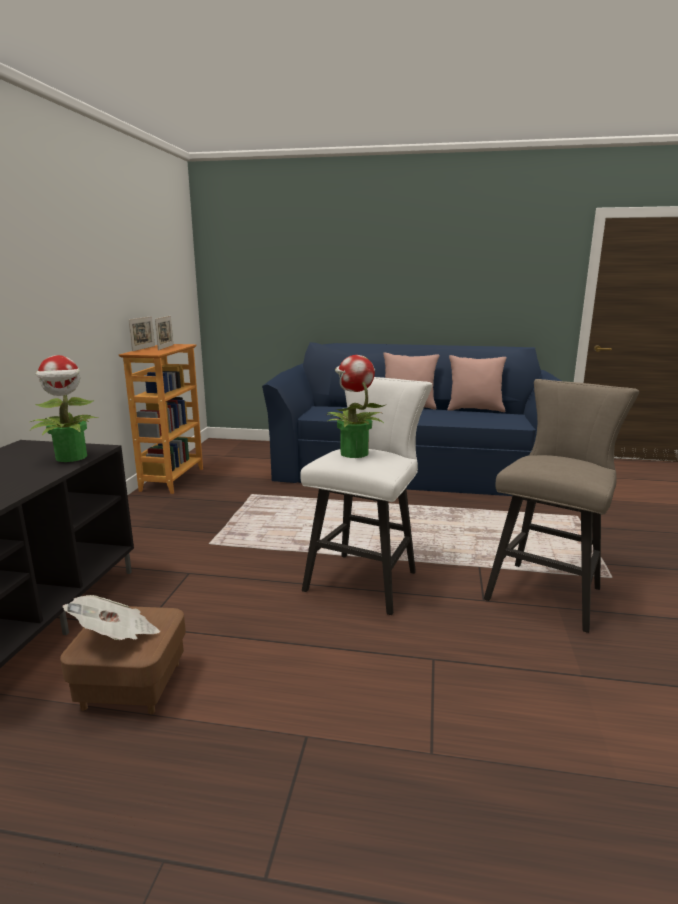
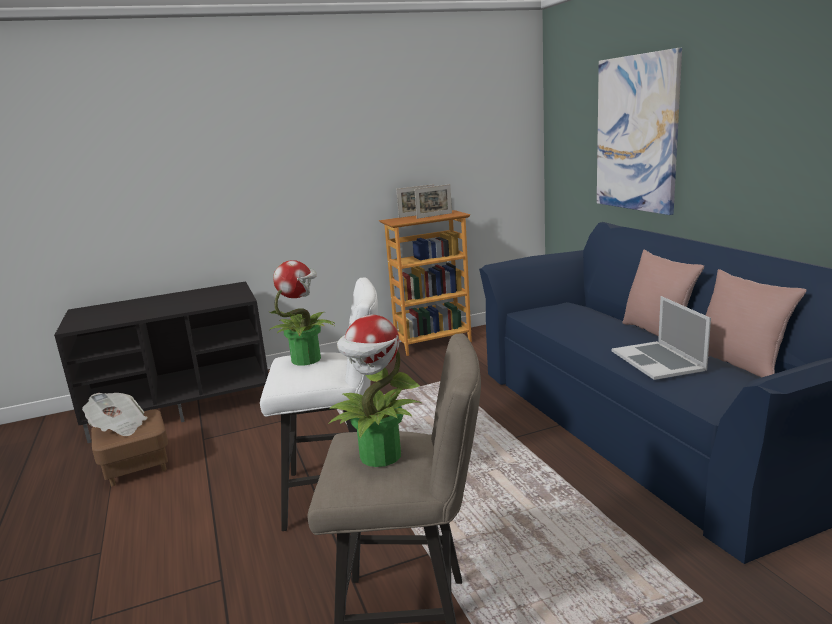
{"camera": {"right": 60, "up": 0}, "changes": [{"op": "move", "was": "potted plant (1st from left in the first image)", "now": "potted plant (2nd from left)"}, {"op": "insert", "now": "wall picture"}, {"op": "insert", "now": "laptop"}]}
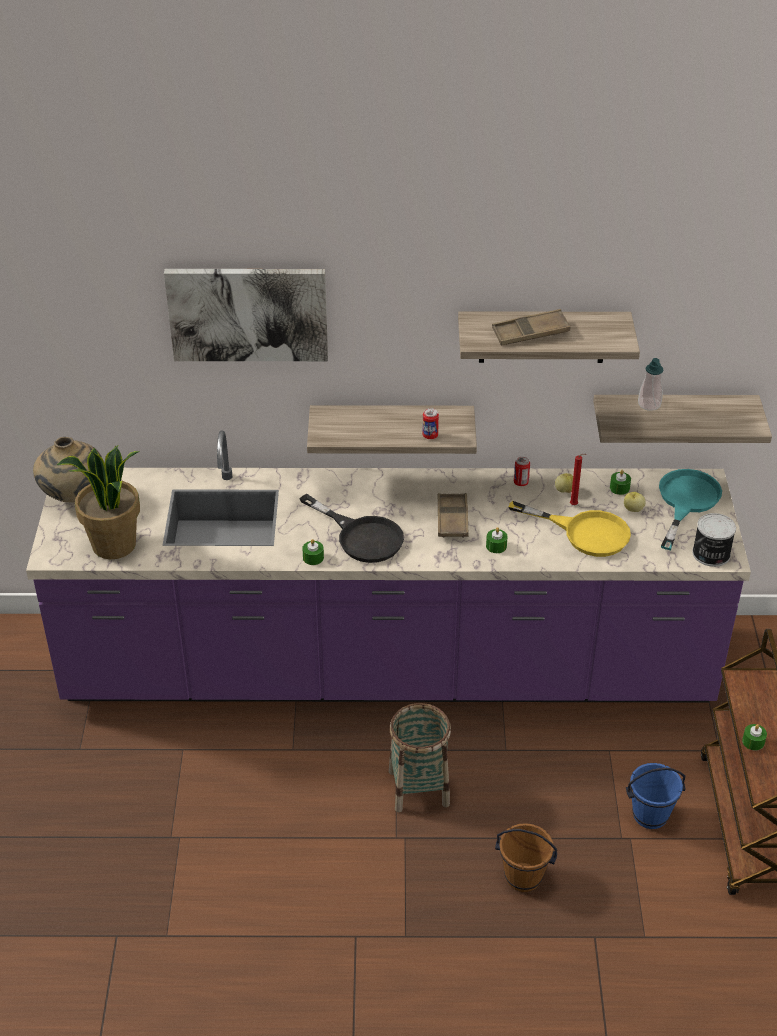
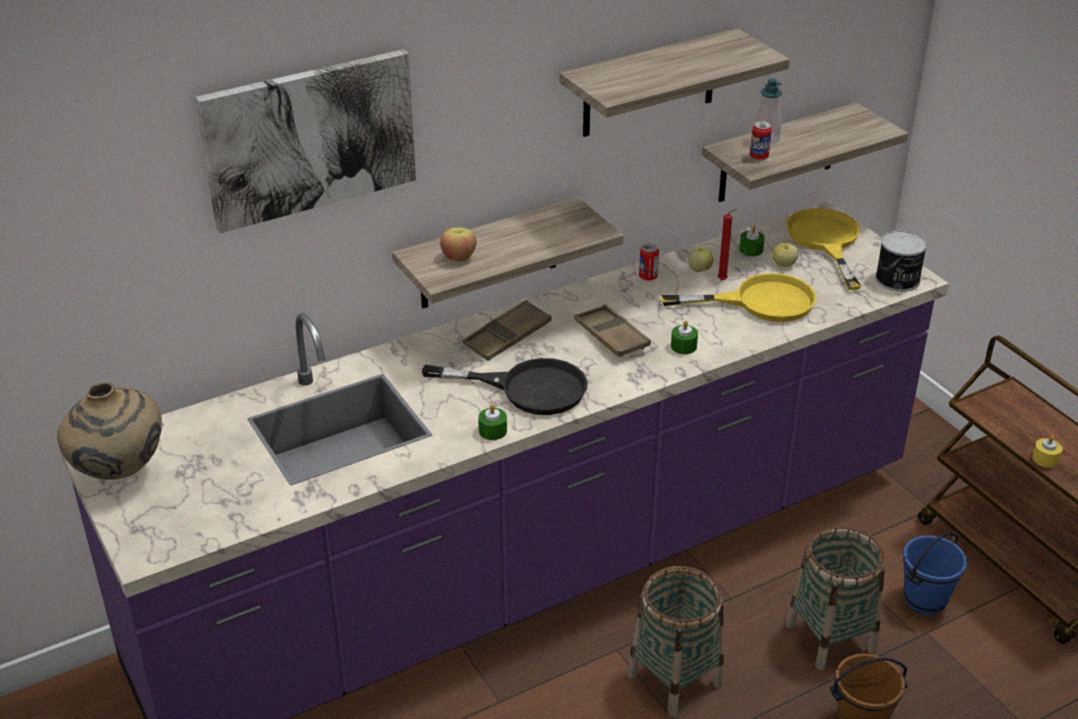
{"camera": {"right": -30, "up": -5}, "changes": [{"op": "delete", "was": "potted plant"}, {"op": "move", "was": "can (1st from left in the first image)", "now": "can (2nd from left)"}, {"op": "move", "was": "brown-coloured serving tray (2nd from left in the first image)", "now": "brown-coloured serving tray (1st from left)"}, {"op": "recolor", "was": "blue-green skillet", "now": "yellowish skillet (2nd from left)"}, {"op": "recolor", "was": "green-coloured wax light (4th from left)", "now": "yellowish wax light"}, {"op": "insert", "now": "apple fruit (1st from left)"}, {"op": "insert", "now": "basket (2nd from left)"}]}
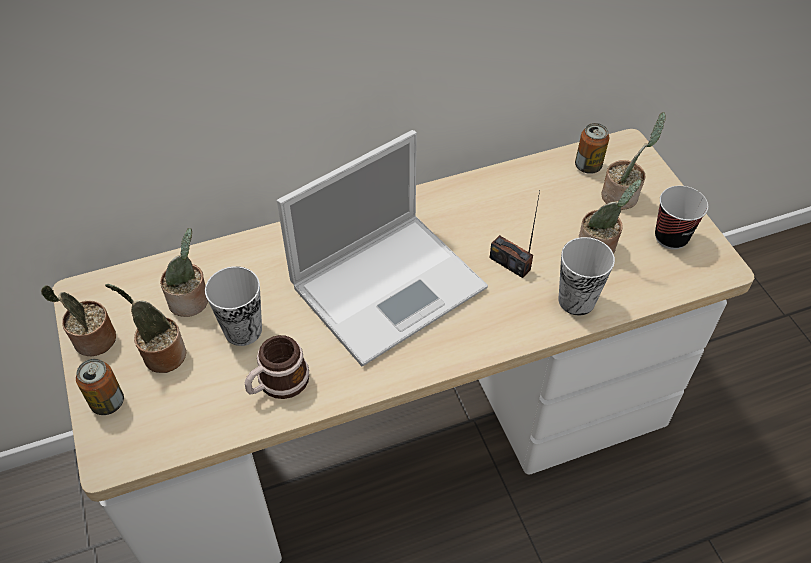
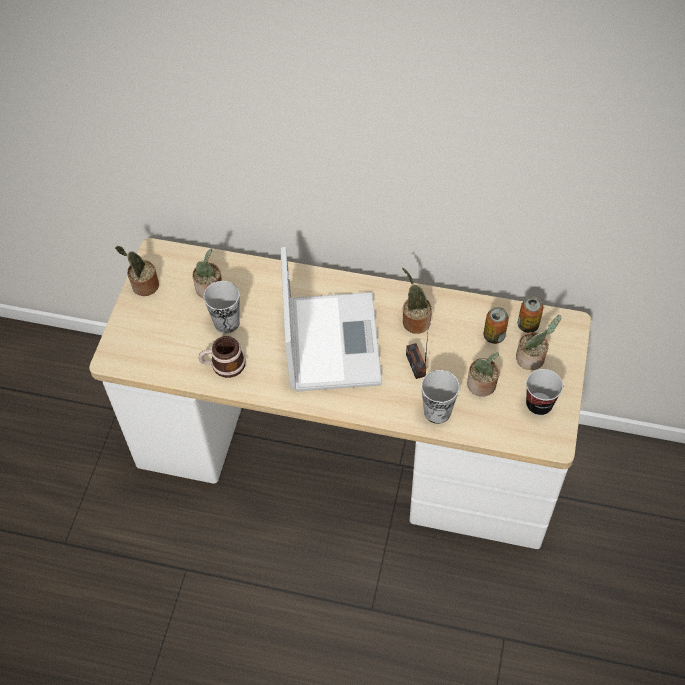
{"camera": {"right": 35, "up": 5}, "changes": [{"op": "move", "was": "can (1st from left)"}, {"op": "move", "was": "potted plant (2nd from left in the first image)", "now": "potted plant (3rd from left)"}, {"op": "rotate", "was": "laptop", "clockwise": -90}]}
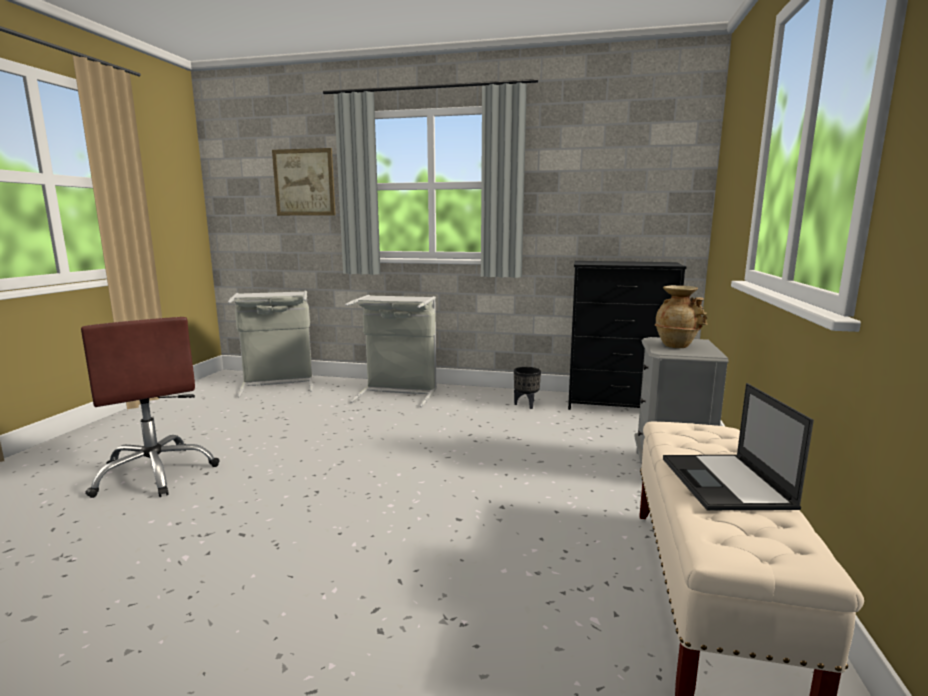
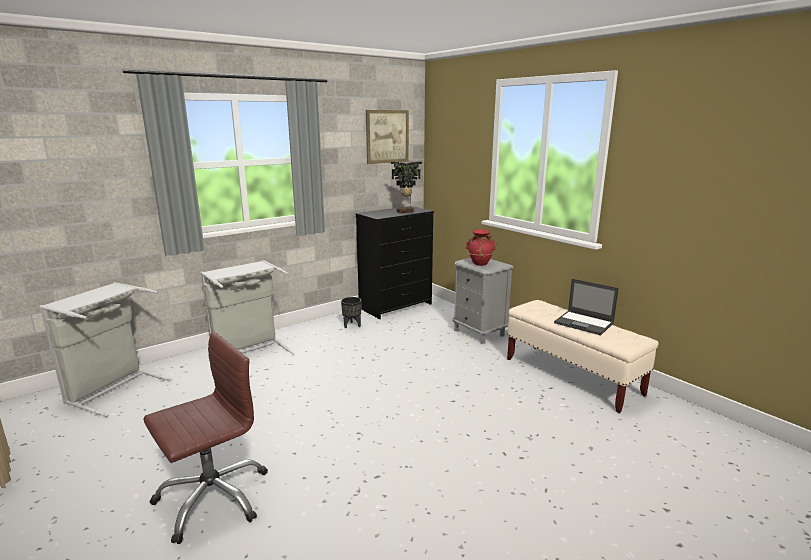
{"camera": {"right": -50, "up": 5}, "changes": [{"op": "rotate", "was": "brown-coloured office chair", "clockwise": -45}, {"op": "move", "was": "wall picture"}, {"op": "recolor", "was": "sand-coloured flower vase", "now": "red-coloured flower vase"}, {"op": "insert", "now": "potted plant"}]}
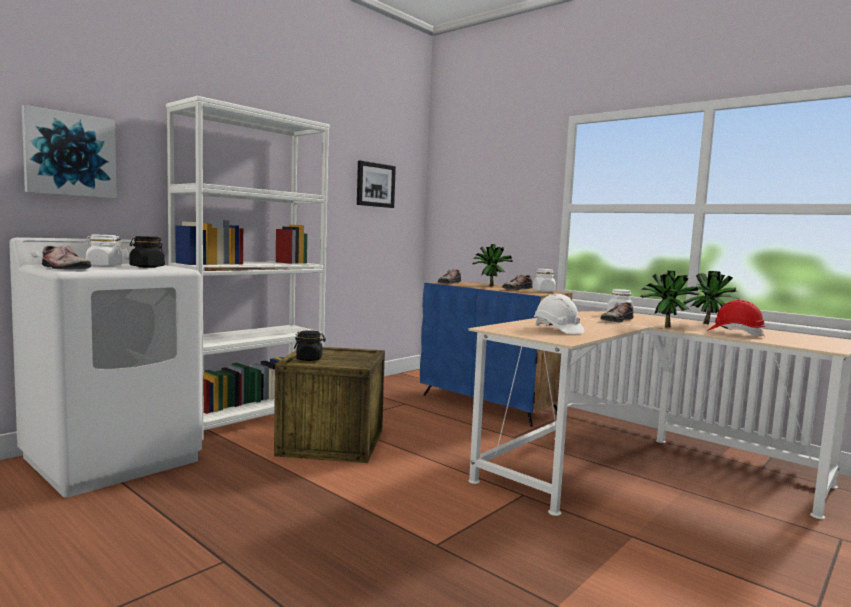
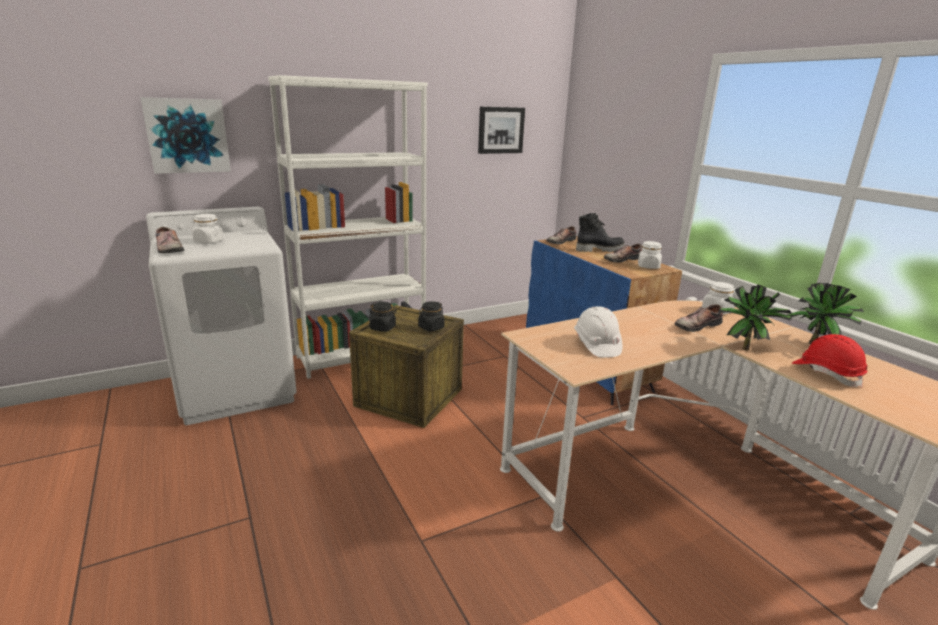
{"camera": {"right": 20, "up": 15}, "changes": [{"op": "move", "was": "blackish preserve jar (1st from left in the first image)", "now": "blackish preserve jar (2nd from left)"}, {"op": "replace", "was": "potted plant (1st from left)", "now": "blackish high-top boot"}]}
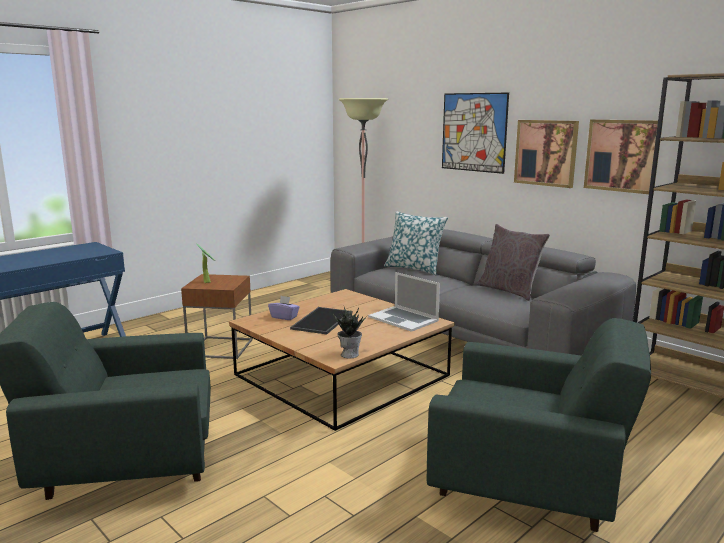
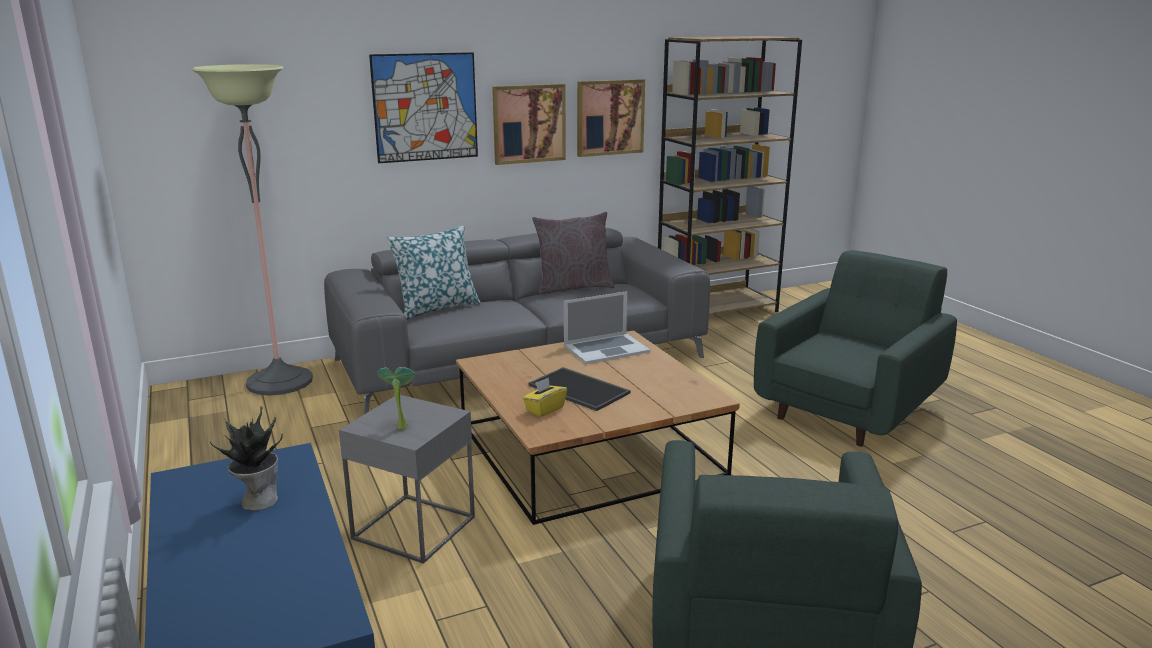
{"camera": {"right": -70, "up": 5}, "changes": [{"op": "recolor", "was": "brown-coloured side table", "now": "grey side table"}, {"op": "recolor", "was": "purple box of tissues", "now": "yellowish box of tissues"}, {"op": "move", "was": "potted plant (2nd from left in the first image)", "now": "potted plant (1st from left)"}]}
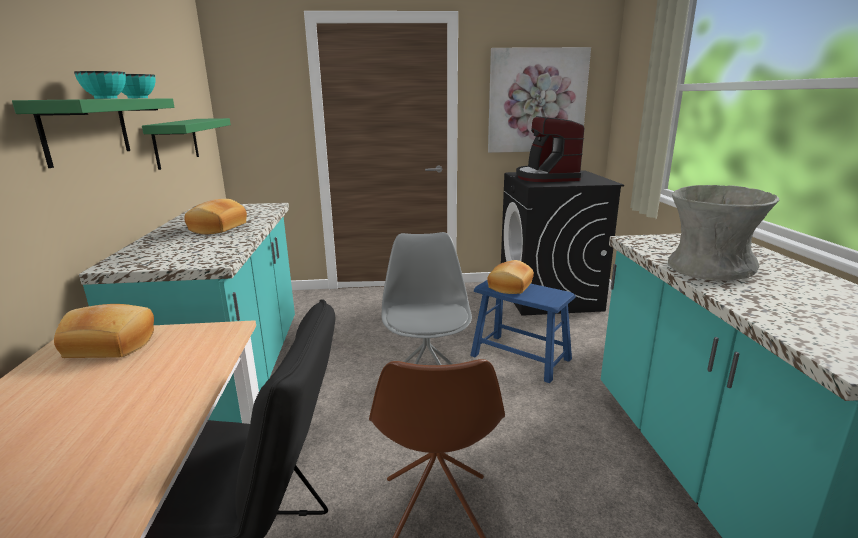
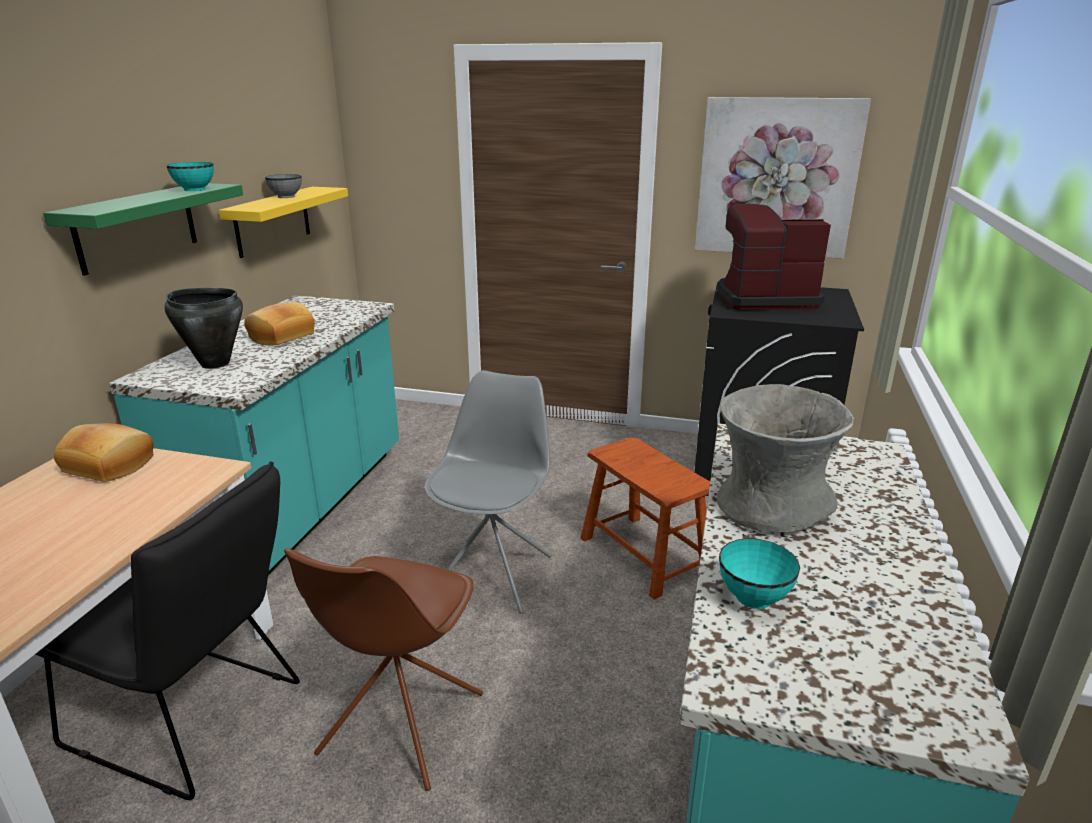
{"camera": {"right": 20, "up": 5}, "changes": [{"op": "move", "was": "blue-green deep dish (1st from left in the first image)", "now": "blue-green deep dish (2nd from left)"}, {"op": "recolor", "was": "green-coloured shelf (2nd from left)", "now": "yellowish shelf"}, {"op": "recolor", "was": "bluish stool seat", "now": "brown-coloured stool seat"}, {"op": "delete", "was": "baked bread (3rd from left)"}, {"op": "rotate", "was": "coffee machine", "clockwise": 75}, {"op": "insert", "now": "blackish stockpot"}, {"op": "insert", "now": "grey deep dish"}]}
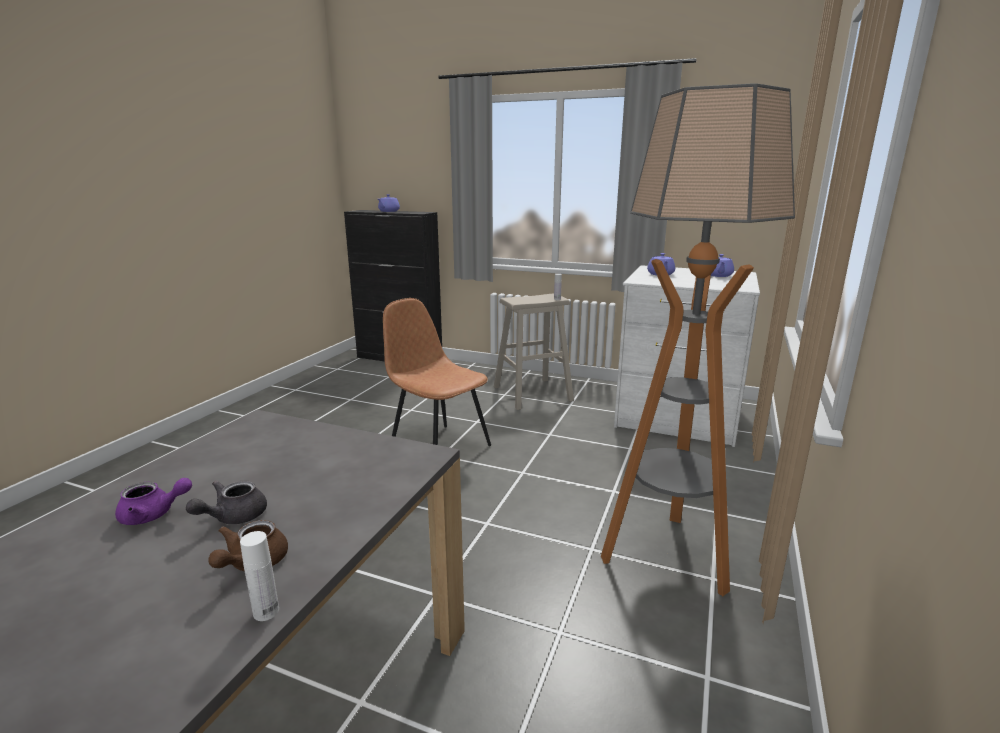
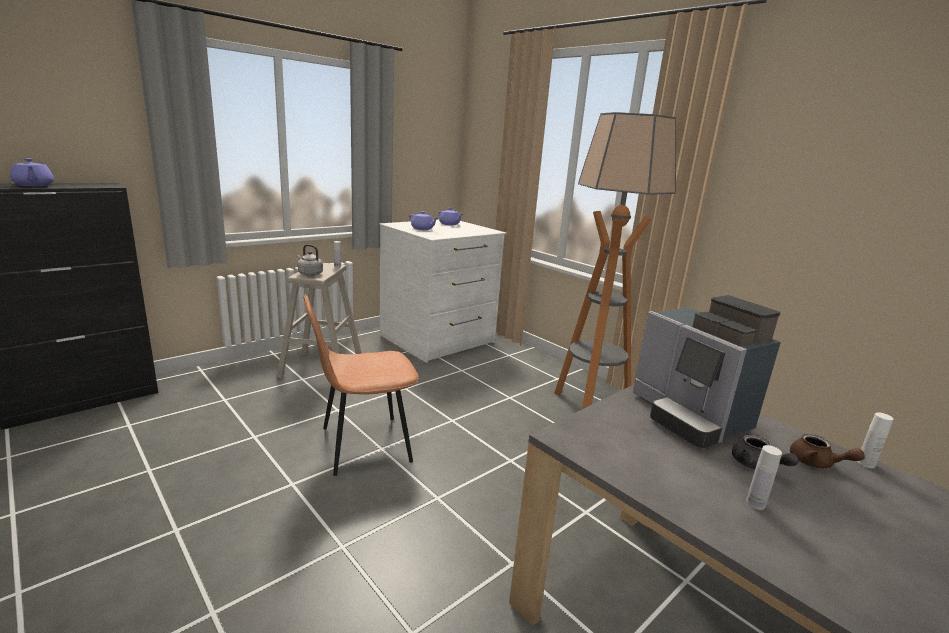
{"camera": {"right": -65, "up": 0}, "changes": [{"op": "replace", "was": "purple teapot (1st from left)", "now": "whitish bottle (2nd from left)"}, {"op": "insert", "now": "grey kettle"}, {"op": "insert", "now": "coffee machine"}]}
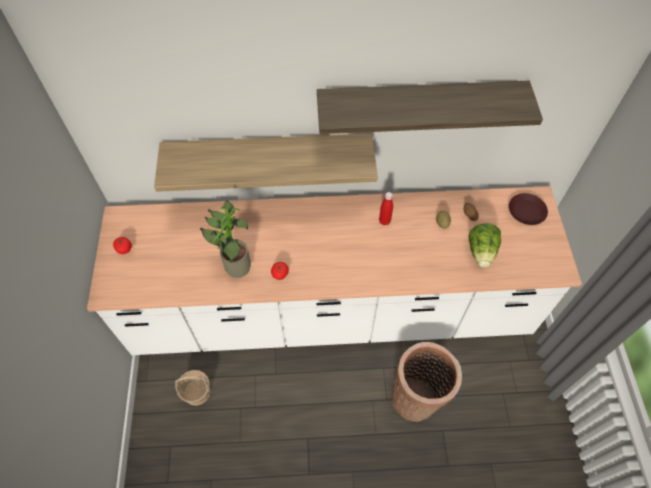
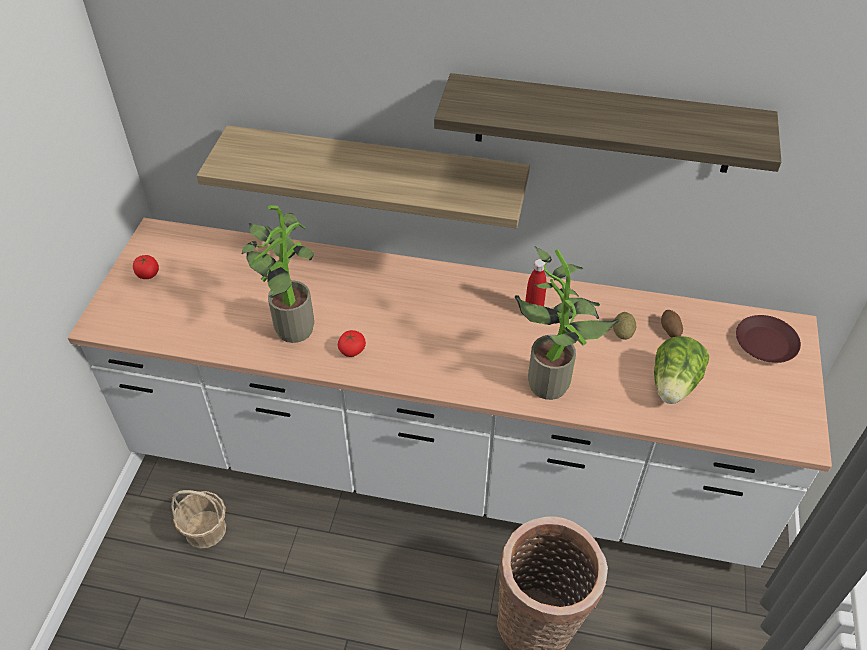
{"camera": {"right": 15, "up": -10}, "changes": [{"op": "insert", "now": "potted plant (2nd from left)"}]}
